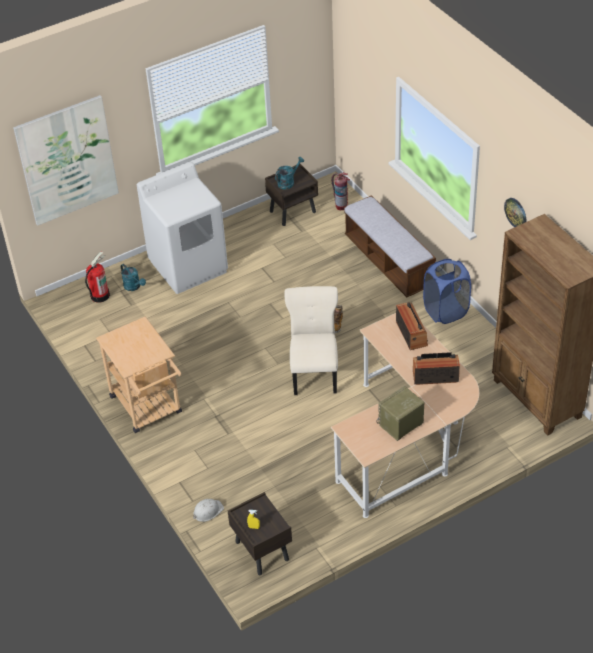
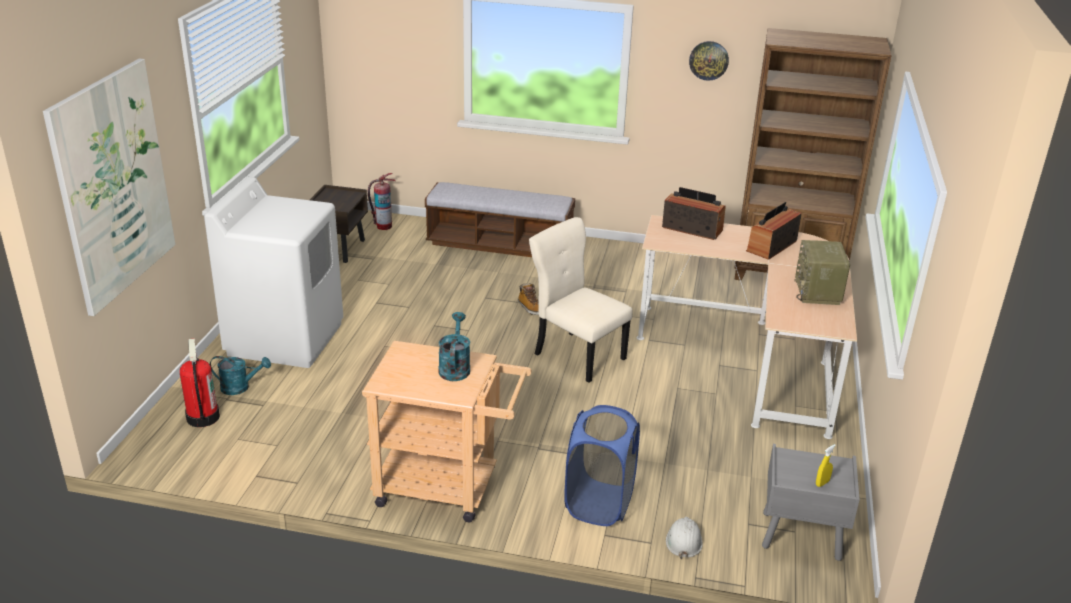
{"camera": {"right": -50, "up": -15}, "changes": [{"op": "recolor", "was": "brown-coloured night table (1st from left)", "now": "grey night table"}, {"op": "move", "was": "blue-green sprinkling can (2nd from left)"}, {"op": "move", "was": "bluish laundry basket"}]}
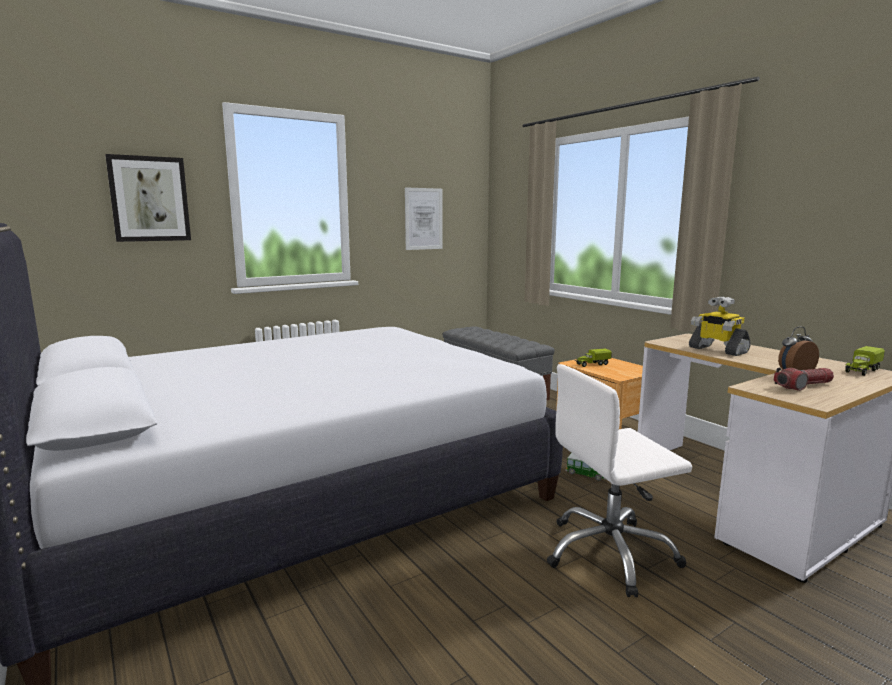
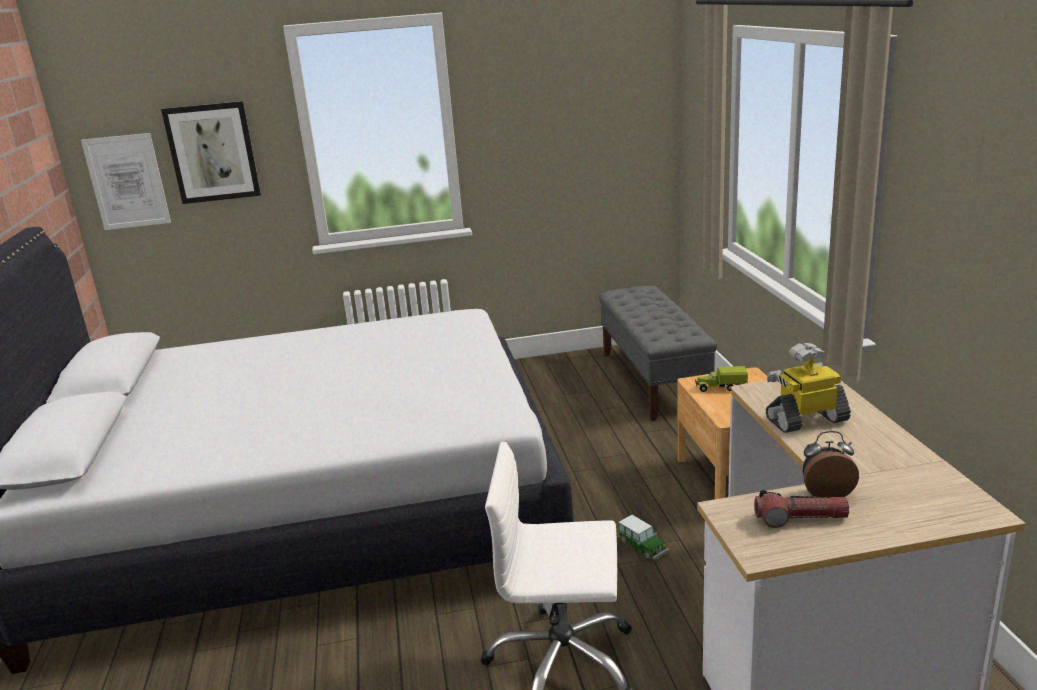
{"camera": {"right": 25, "up": 10}, "changes": [{"op": "move", "was": "wall picture (2nd from left in the first image)", "now": "wall picture (1st from left)"}, {"op": "rotate", "was": "toy robot", "clockwise": 90}, {"op": "delete", "was": "toy truck (2nd from left)"}]}
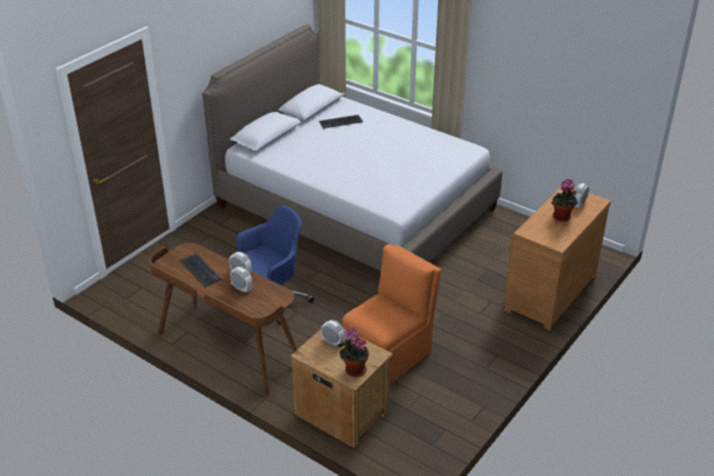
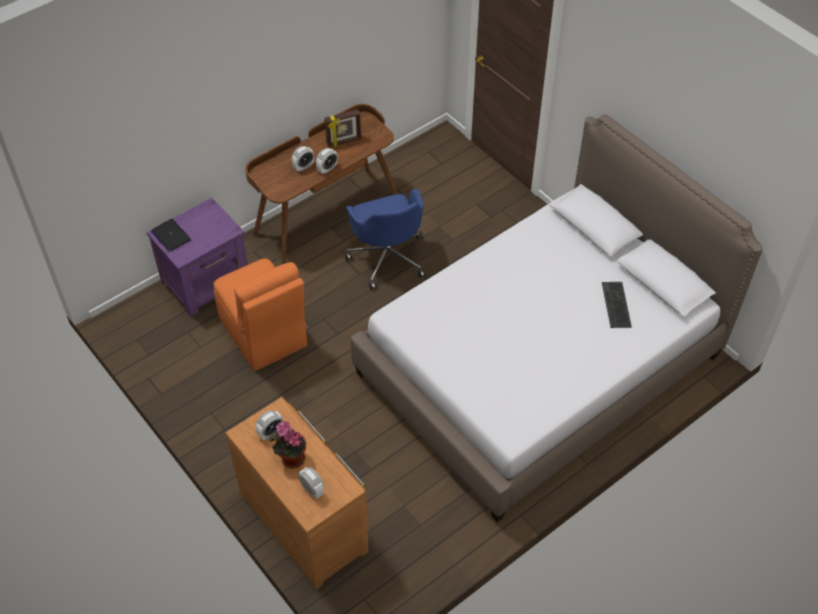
{"camera": {"right": 105, "up": 15}, "changes": [{"op": "replace", "was": "keyboard (1st from left)", "now": "photo frame"}, {"op": "recolor", "was": "brown-coloured night table", "now": "purple night table"}, {"op": "move", "was": "table clock (3rd from left in the first image)", "now": "table clock (1st from left)"}, {"op": "replace", "was": "potted plant (1st from left)", "now": "laptop"}]}
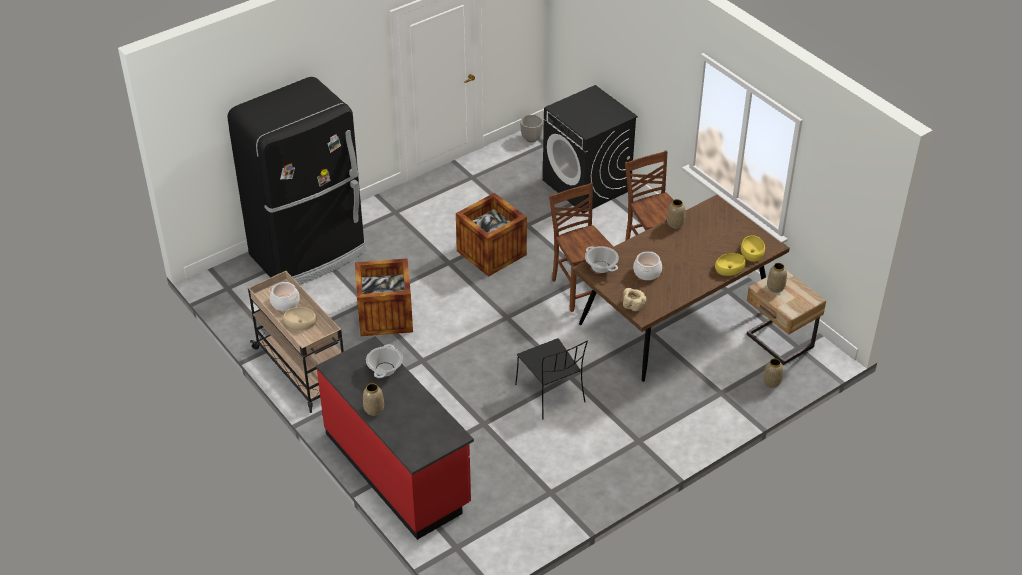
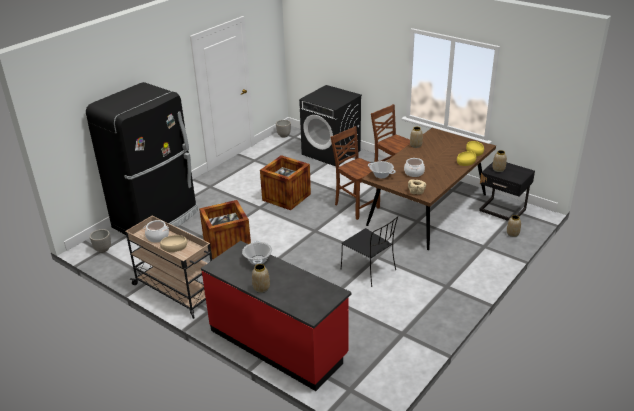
{"camera": {"right": -15, "up": -10}, "changes": [{"op": "recolor", "was": "sand-coloured night table", "now": "blackish night table"}, {"op": "insert", "now": "plant pot (1st from left)"}]}
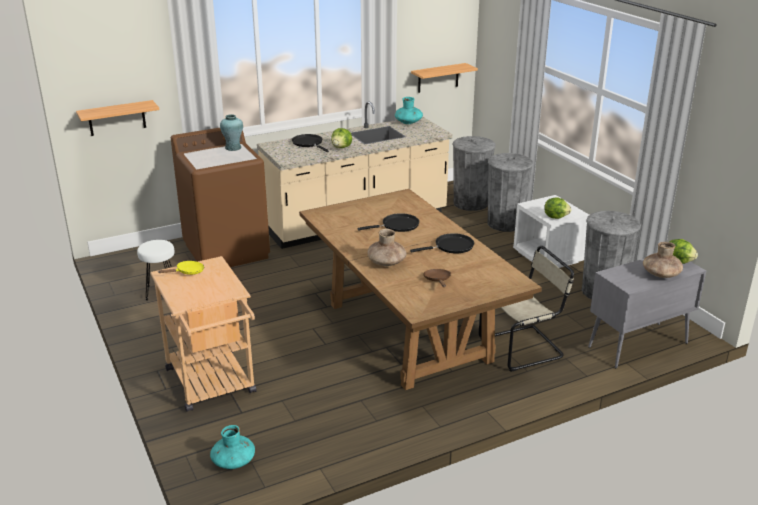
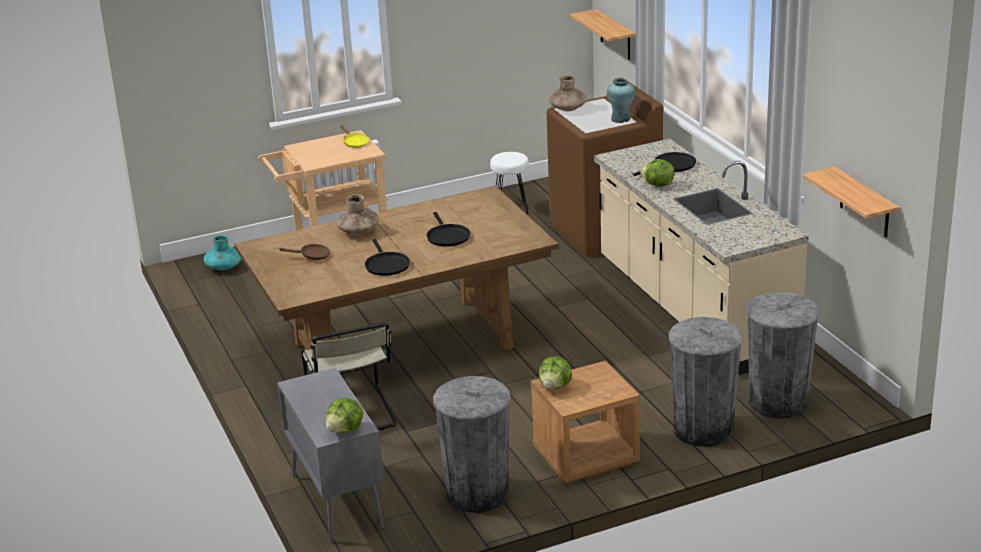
{"camera": {"right": 95, "up": 0}, "changes": [{"op": "delete", "was": "blue-green flower vase (3rd from left)"}, {"op": "recolor", "was": "whitish night table", "now": "brown-coloured night table"}, {"op": "move", "was": "brown-coloured flower vase (2nd from left)"}]}
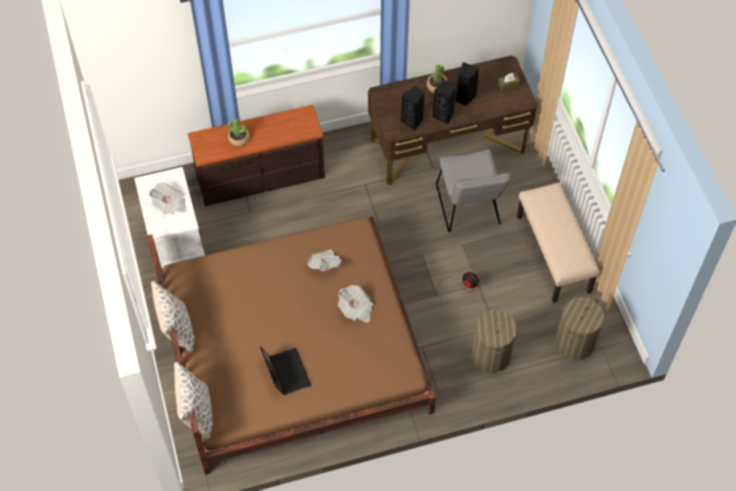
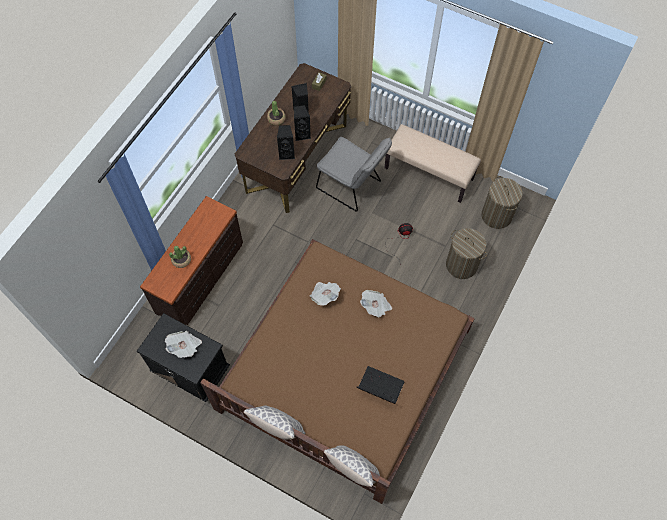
{"camera": {"right": -45, "up": 5}, "changes": [{"op": "recolor", "was": "whitish night table", "now": "blackish night table"}]}
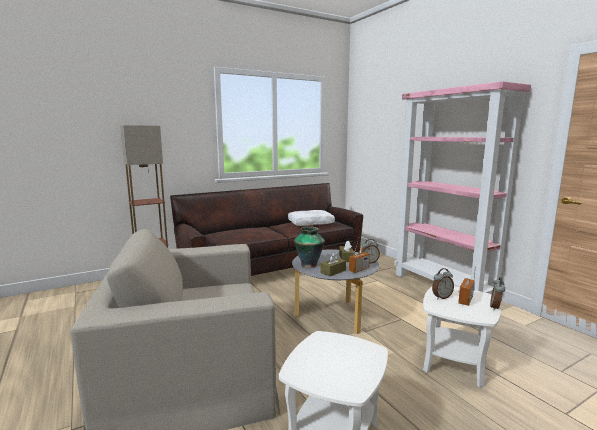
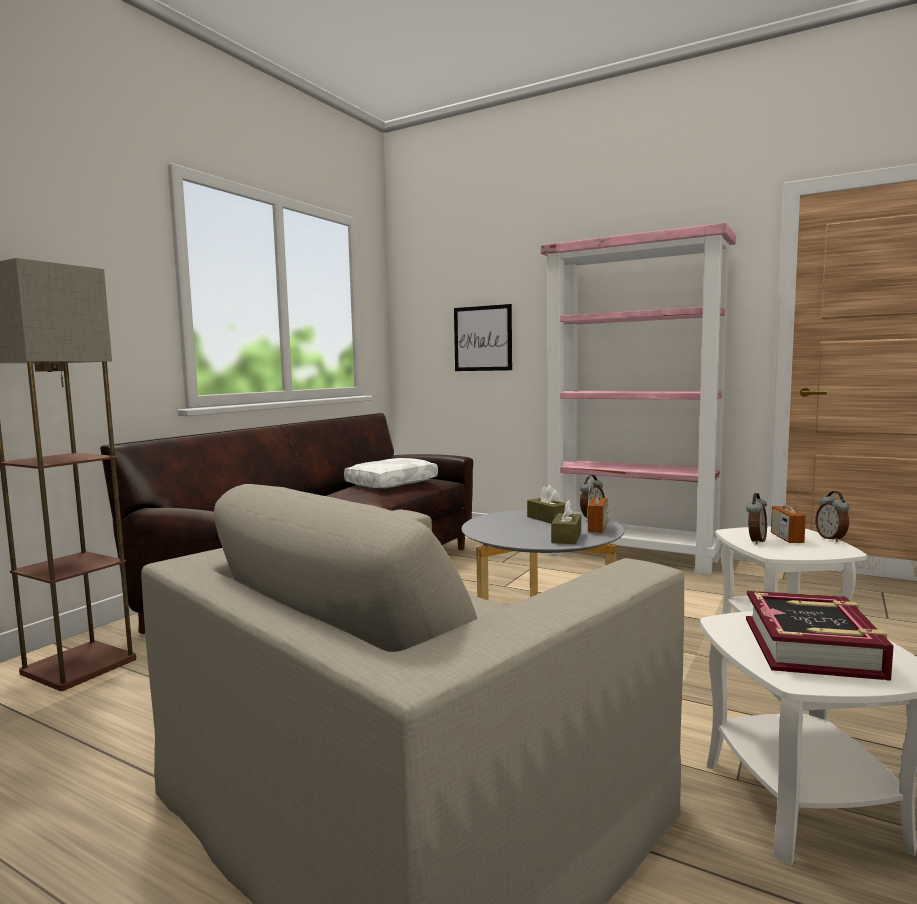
{"camera": {"right": -30, "up": -5}, "changes": [{"op": "delete", "was": "flower vase"}, {"op": "insert", "now": "wall picture"}, {"op": "insert", "now": "volume"}]}
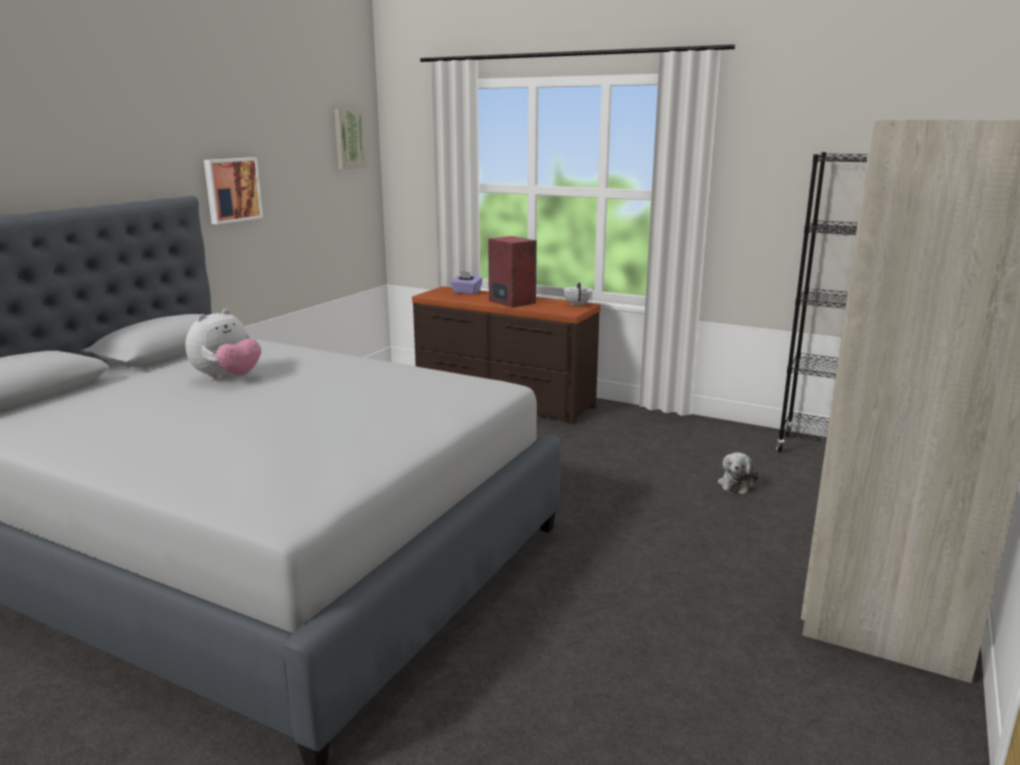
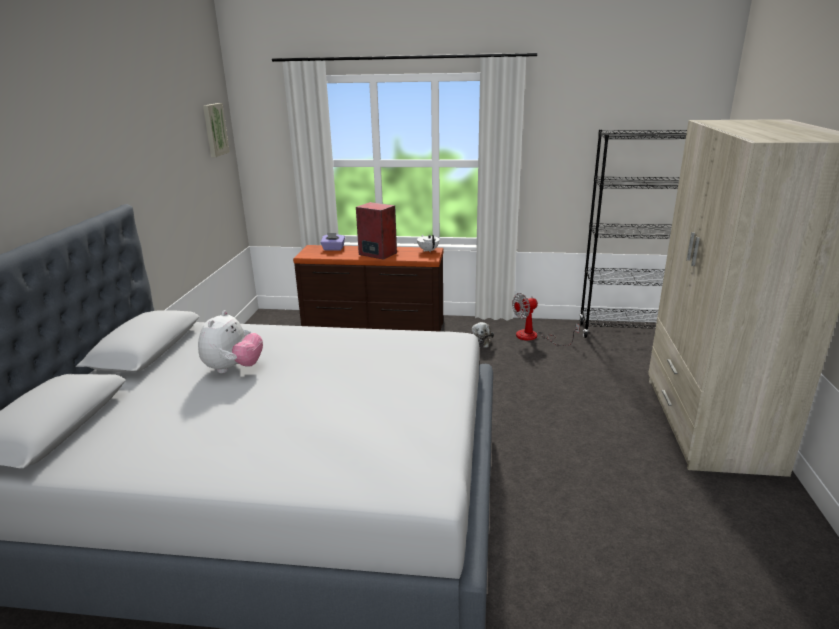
{"camera": {"right": -20, "up": 5}, "changes": [{"op": "delete", "was": "wall picture (1st from left)"}, {"op": "move", "was": "soft toy (2nd from left)"}, {"op": "insert", "now": "cooling fan"}]}
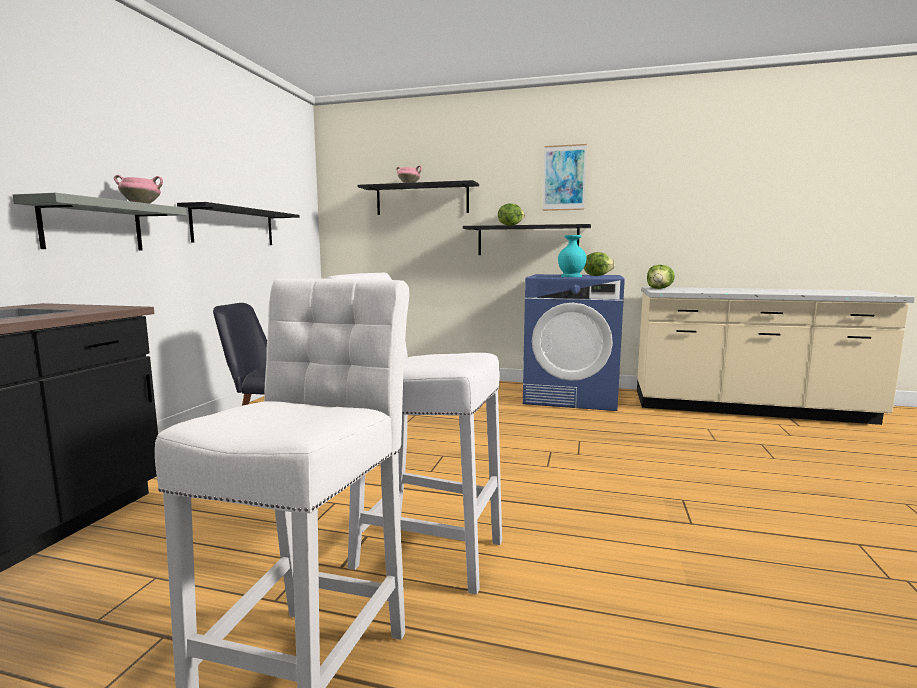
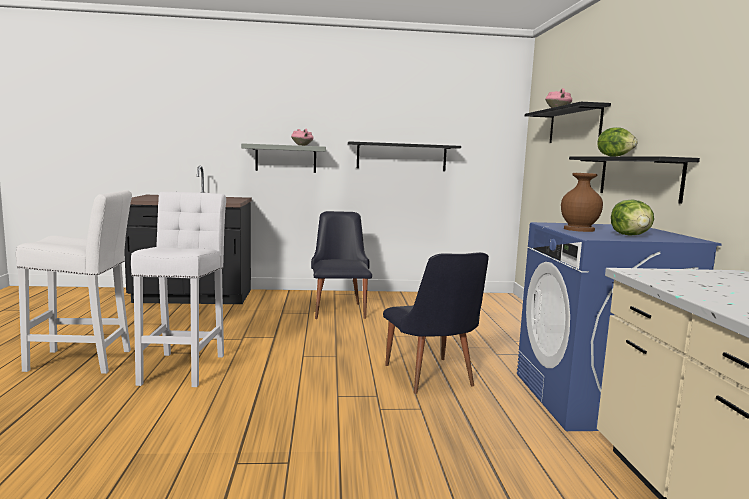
{"camera": {"right": 70, "up": 0}, "changes": [{"op": "delete", "was": "wall picture"}, {"op": "recolor", "was": "blue-green flower vase", "now": "brown-coloured flower vase"}, {"op": "delete", "was": "lettuce head (3rd from left)"}, {"op": "insert", "now": "blackish chair (2nd from left)"}]}
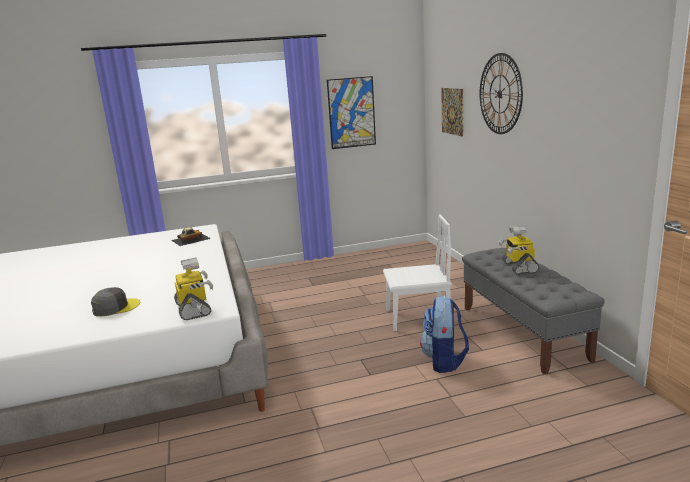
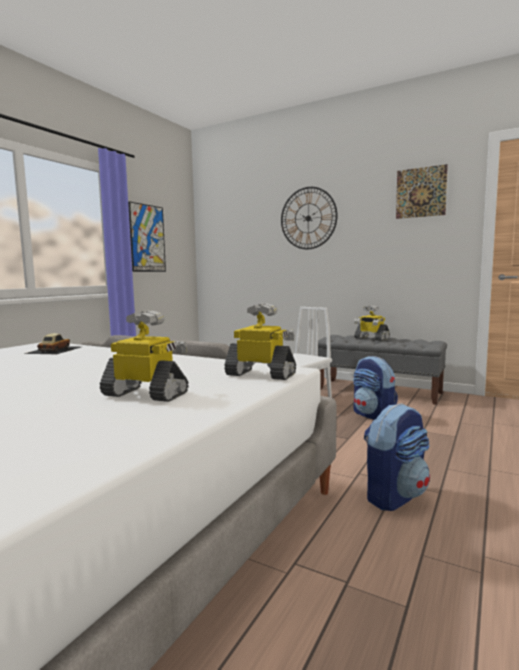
{"camera": {"right": -45, "up": -10}, "changes": [{"op": "replace", "was": "grey peaked cap", "now": "toy robot (1st from left)"}, {"op": "move", "was": "wall picture (2nd from left)"}, {"op": "insert", "now": "rucksack (2nd from left)"}]}
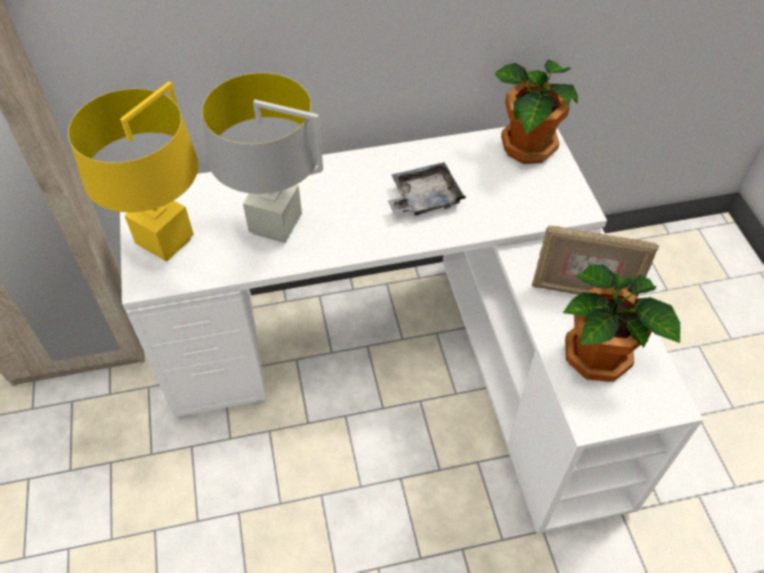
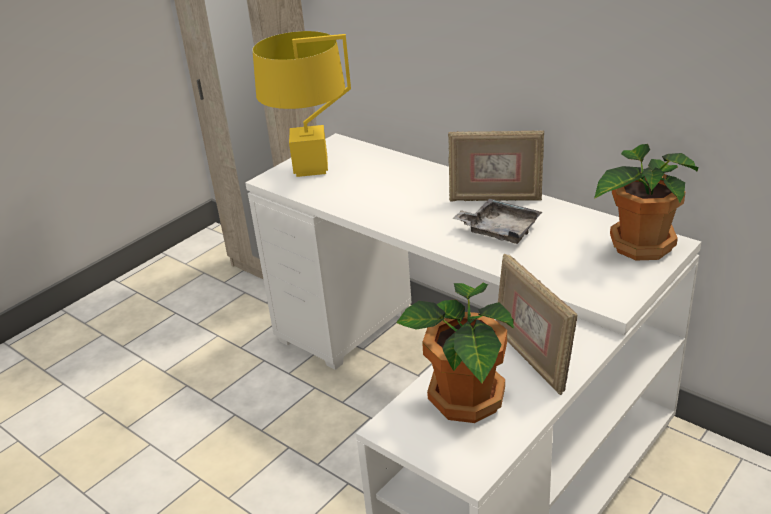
{"camera": {"right": 55, "up": -20}, "changes": [{"op": "delete", "was": "grey table lamp"}, {"op": "insert", "now": "photo frame (1st from left)"}]}
